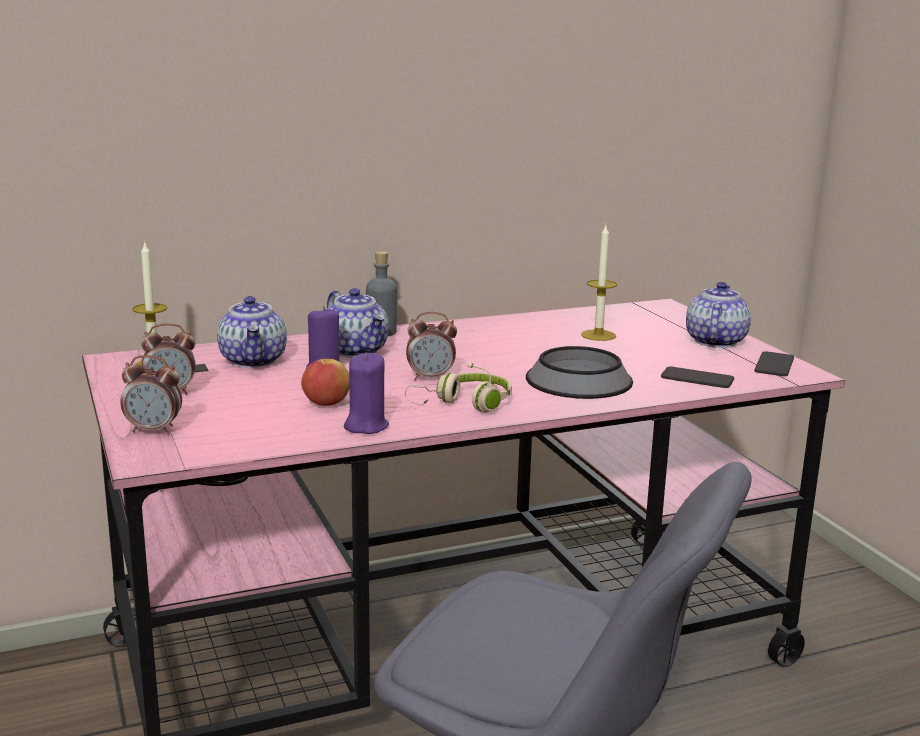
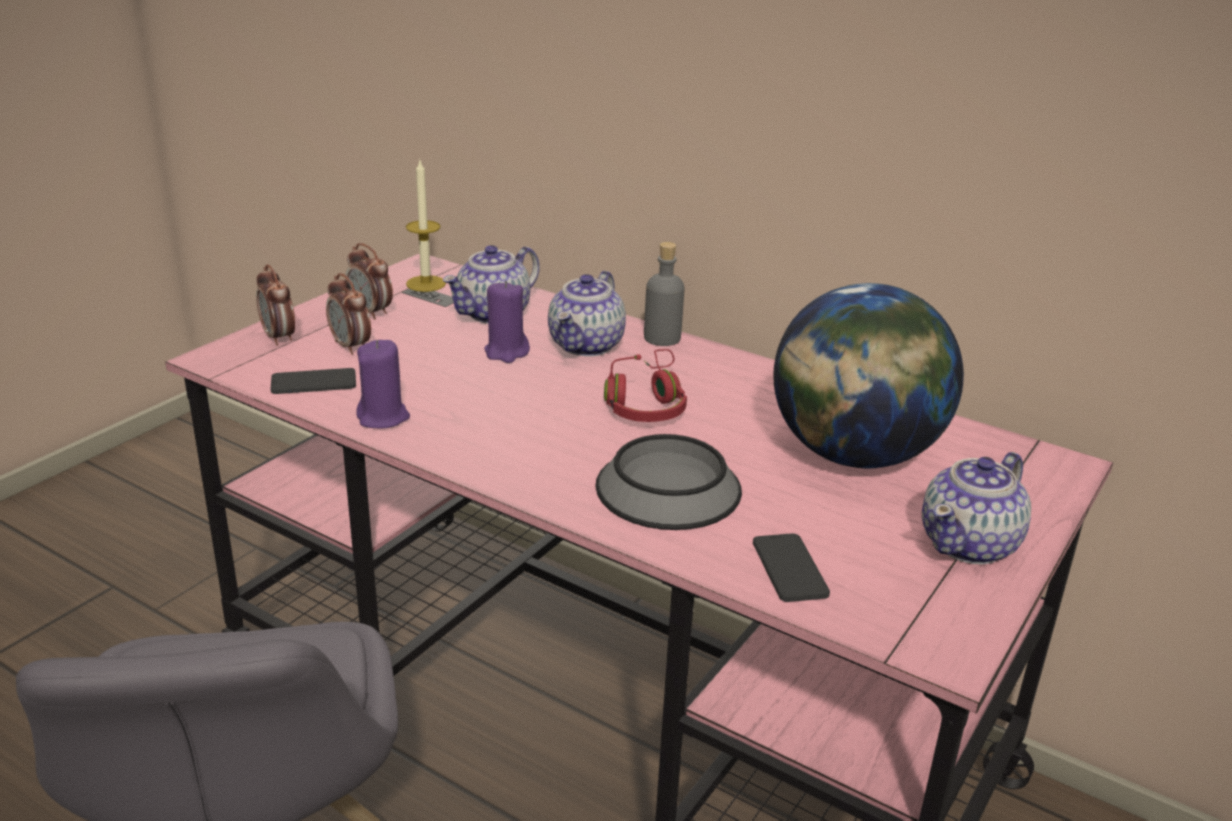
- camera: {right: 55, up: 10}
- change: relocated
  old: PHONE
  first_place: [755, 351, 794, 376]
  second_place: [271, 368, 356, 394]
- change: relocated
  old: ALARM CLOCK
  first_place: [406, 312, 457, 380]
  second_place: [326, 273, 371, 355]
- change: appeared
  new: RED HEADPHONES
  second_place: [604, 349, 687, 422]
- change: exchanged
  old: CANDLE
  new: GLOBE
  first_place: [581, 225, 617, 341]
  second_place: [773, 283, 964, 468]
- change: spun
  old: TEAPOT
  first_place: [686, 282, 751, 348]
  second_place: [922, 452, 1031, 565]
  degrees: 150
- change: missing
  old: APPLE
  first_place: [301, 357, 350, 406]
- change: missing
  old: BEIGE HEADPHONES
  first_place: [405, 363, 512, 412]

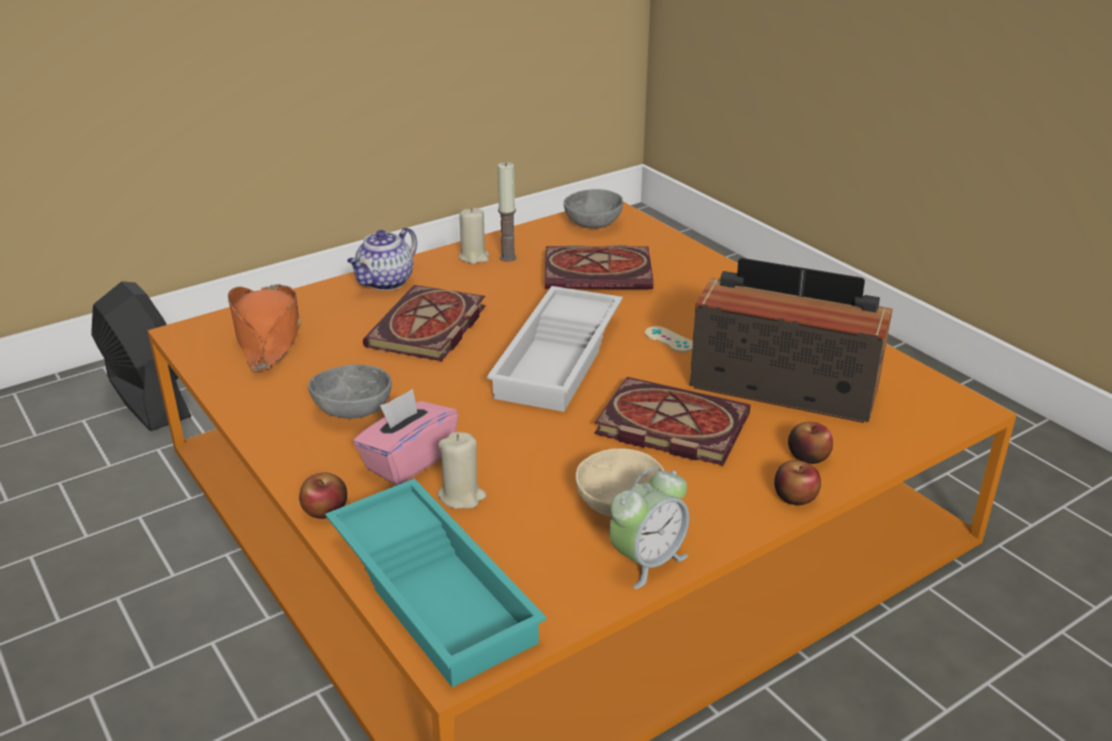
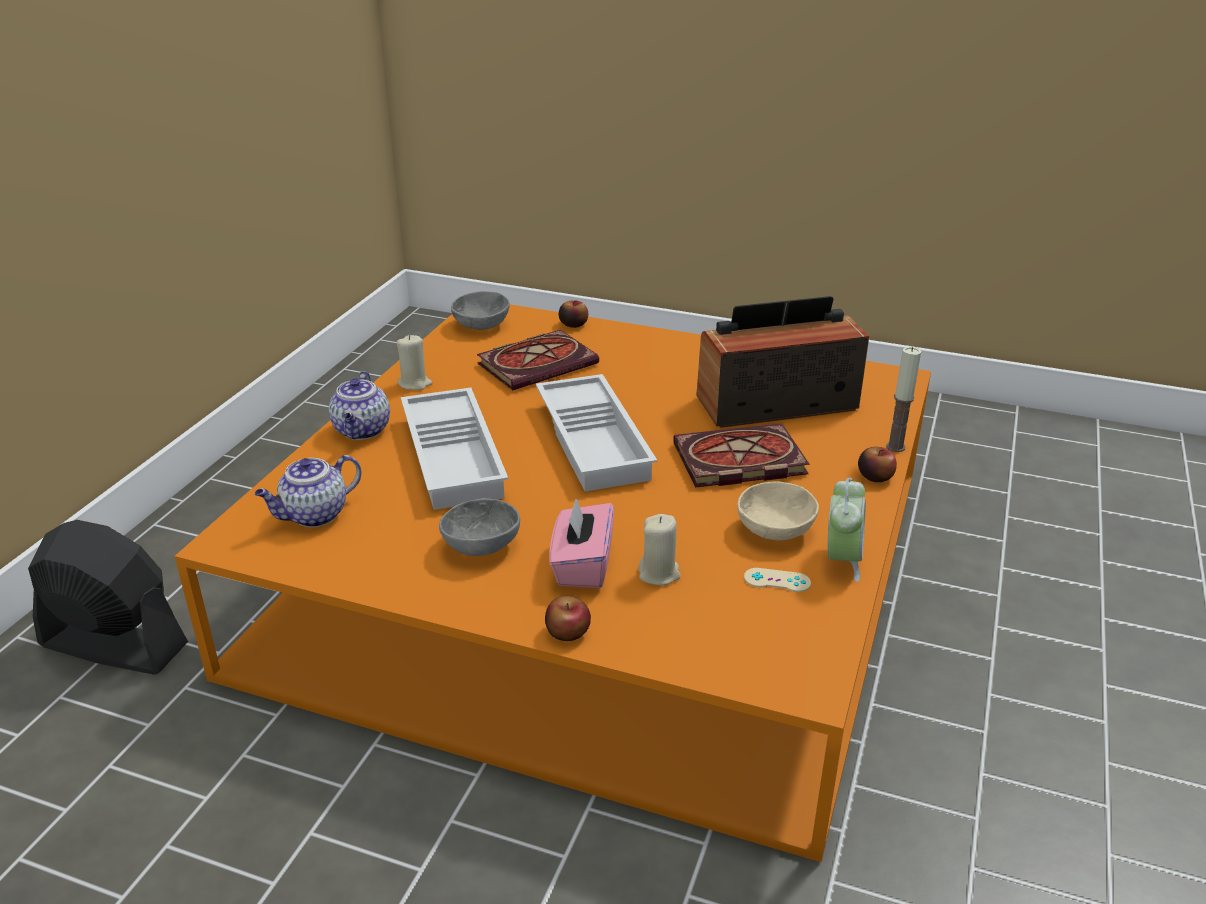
- camera: {right: -35, up: 0}
- change: exchanged
  old: ORANGE HAT
  new: TEAPOT
  first_place: [228, 284, 301, 371]
  second_place: [255, 455, 362, 527]
- change: exchanged
  old: BOOK
  new: WHITE TRAY
  first_place: [363, 285, 486, 361]
  second_place: [401, 388, 508, 510]
- change: relocated
  old: APPLE
  first_place: [788, 422, 833, 464]
  second_place: [559, 300, 588, 328]
- change: relocated
  old: BEIGE GAME CONTROLLER
  first_place: [645, 326, 693, 352]
  second_place: [744, 568, 811, 592]
- change: relocated
  old: CANDLE
  first_place: [498, 162, 517, 262]
  second_place: [886, 347, 921, 452]
- change: missing
  old: TURQUOISE TRAY
  first_place: [325, 478, 547, 687]

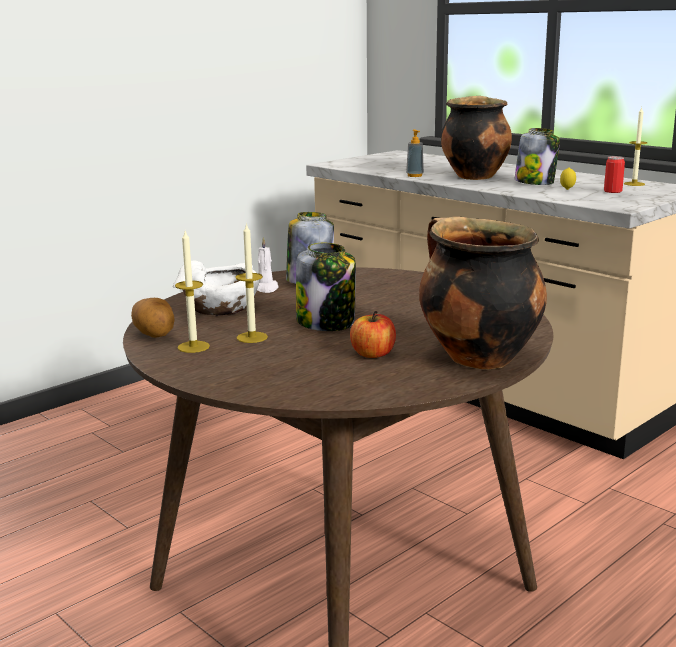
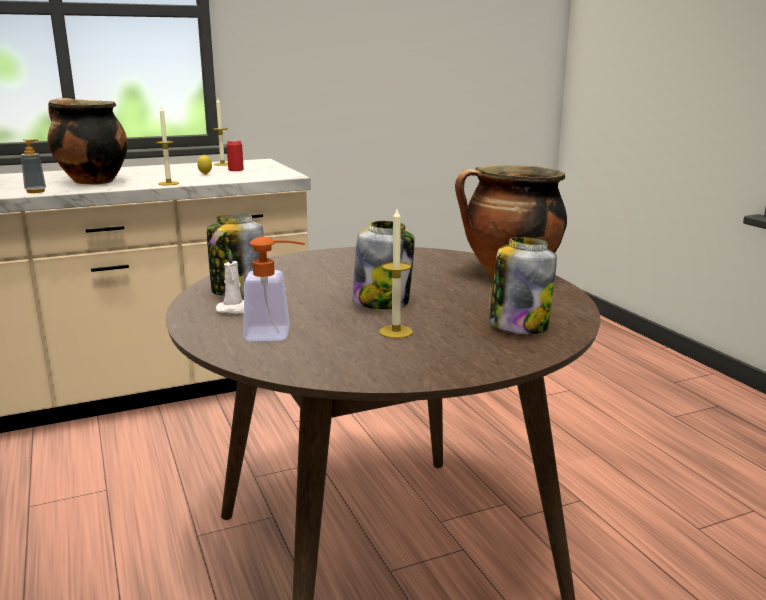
- camera: {right: -70, up: 0}
- change: relocated
  old: CANDLE
  first_place: [175, 231, 210, 353]
  second_place: [156, 106, 179, 185]
- change: exchanged
  old: WHITE BOWL
  new: SOAP DISPENSER
  first_place: [173, 260, 260, 316]
  second_place: [243, 237, 305, 341]
- change: relocated
  old: JAR
  first_place: [515, 128, 560, 185]
  second_place: [489, 237, 557, 334]
- change: missing
  old: POTATO
  first_place: [131, 298, 175, 338]
- change: missing
  old: APPLE
  first_place: [350, 311, 396, 358]

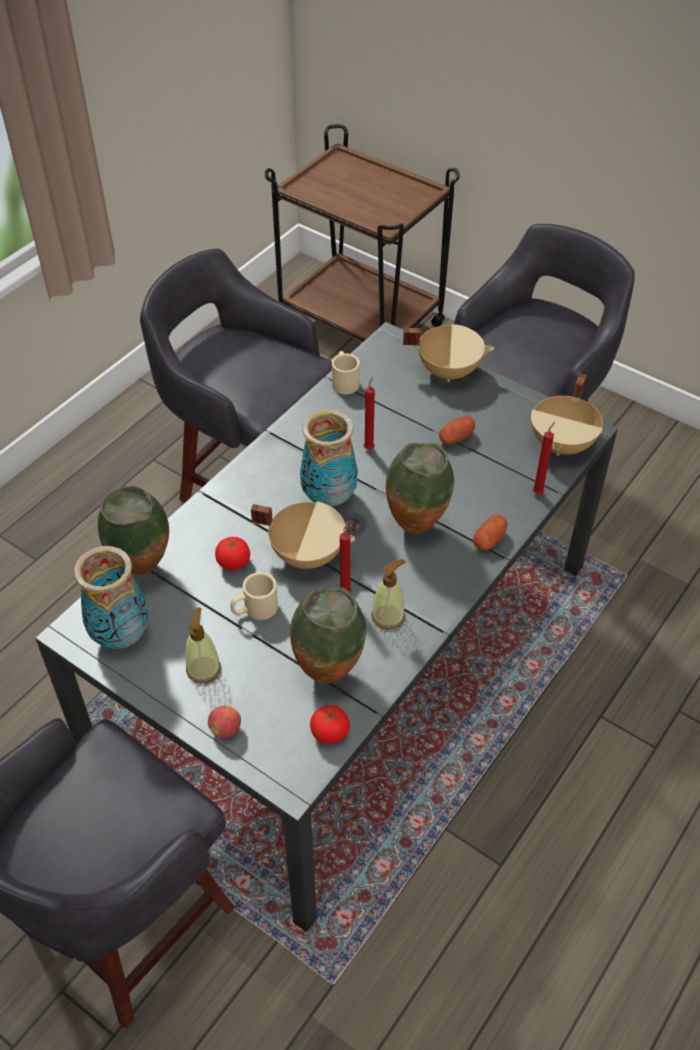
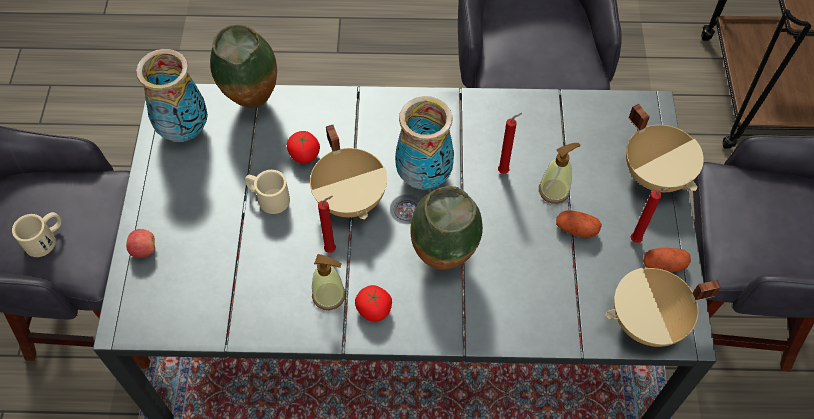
- camera: {right: 55, up: 10}
- change: relocated
  old: BEIGE MUG
  first_place: [332, 351, 360, 394]
  second_place: [12, 212, 62, 257]
- change: relocated
  old: TOMATO
  first_place: [310, 705, 350, 744]
  second_place: [355, 285, 392, 322]
- change: relocated
  old: SOAP DISPENSER
  first_place: [185, 607, 221, 683]
  second_place: [539, 143, 581, 204]
- change: relocated
  old: RED CANDLE
  first_place: [533, 422, 555, 494]
  second_place: [631, 188, 670, 243]
- change: relocated
  old: POTATO
  first_place: [473, 514, 507, 550]
  second_place: [643, 248, 691, 272]
- change: missing
  old: VASE
  first_place: [290, 587, 366, 683]

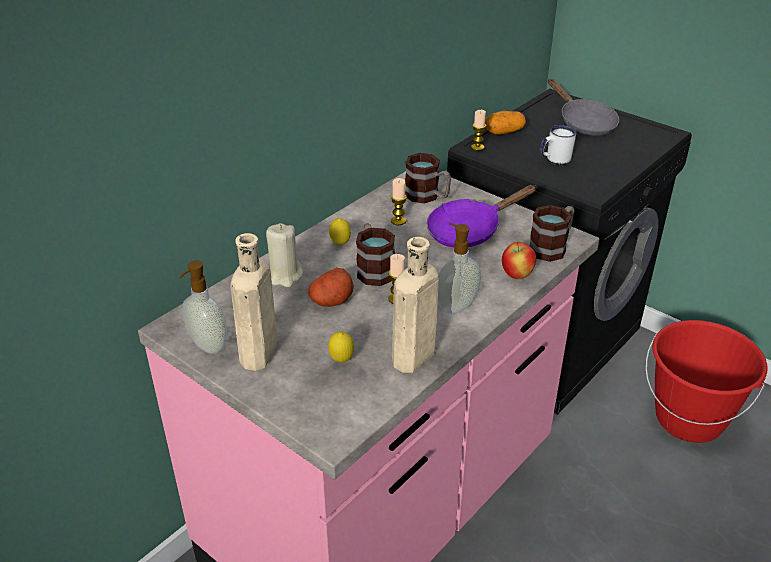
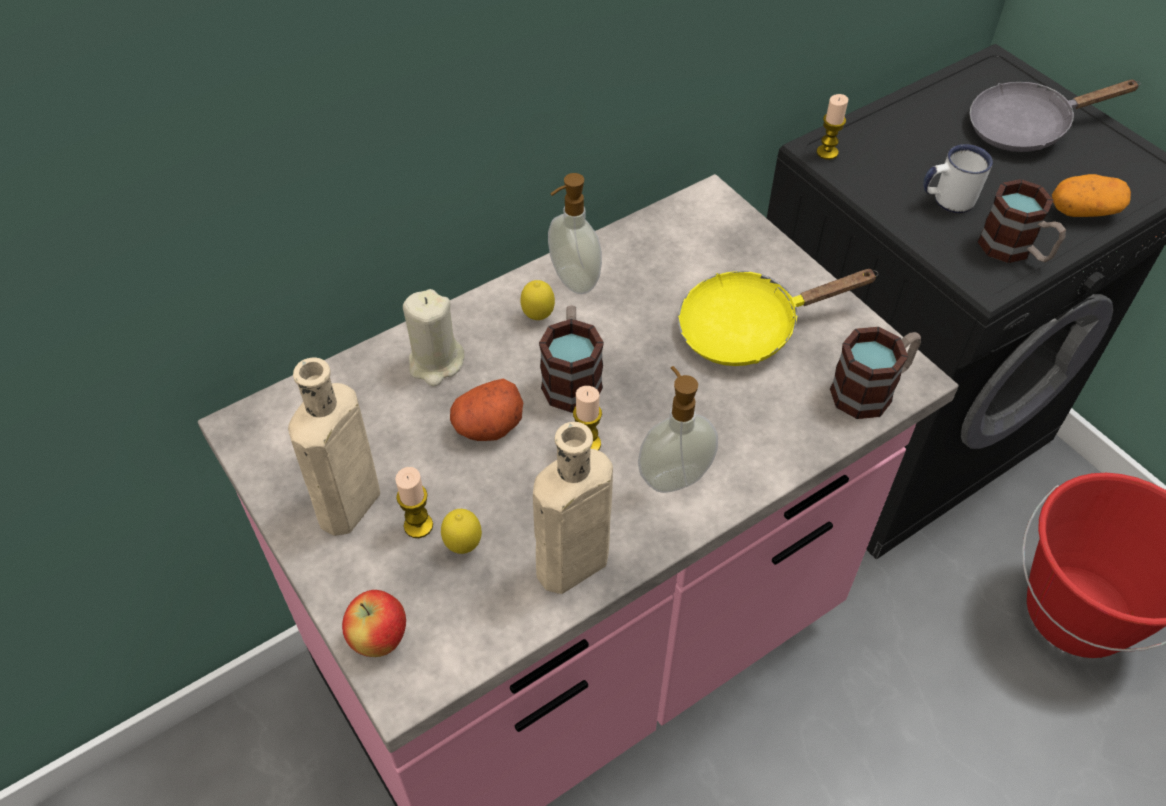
- camera: {right: 15, up: 15}
- change: relocated
  old: APPLE
  first_place: [502, 242, 536, 279]
  second_place: [342, 590, 406, 657]
- change: relocated
  old: CANDLE
  first_place: [391, 178, 407, 225]
  second_place: [395, 467, 433, 538]
- change: relocated
  old: SOAP DISPENSER
  first_place: [179, 260, 227, 354]
  second_place: [548, 173, 602, 294]
- change: colour
  old: PURPLE FRYING PAN
  new: YELLOW FRYING PAN
  first_place: [427, 185, 537, 247]
  second_place: [678, 269, 878, 366]
- change: spun
  old: GREY FRYING PAN
  first_place: [548, 79, 619, 136]
  second_place: [969, 80, 1140, 152]
  degrees: 90
- change: relocated
  old: MUG
  first_place: [405, 153, 451, 204]
  second_place: [977, 179, 1066, 263]
- change: relocated
  old: POTATO
  first_place: [485, 111, 526, 135]
  second_place: [1052, 174, 1131, 217]

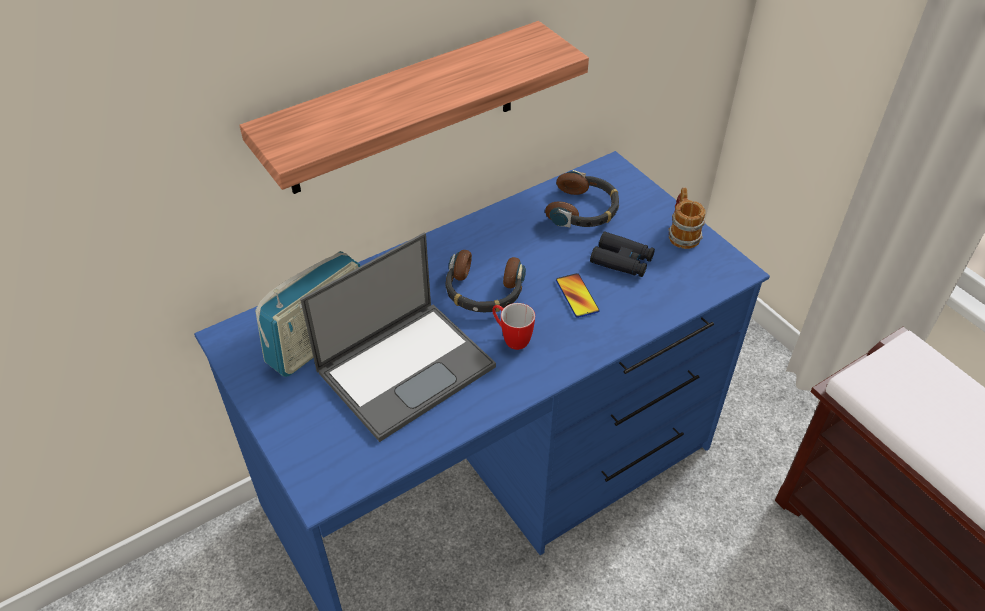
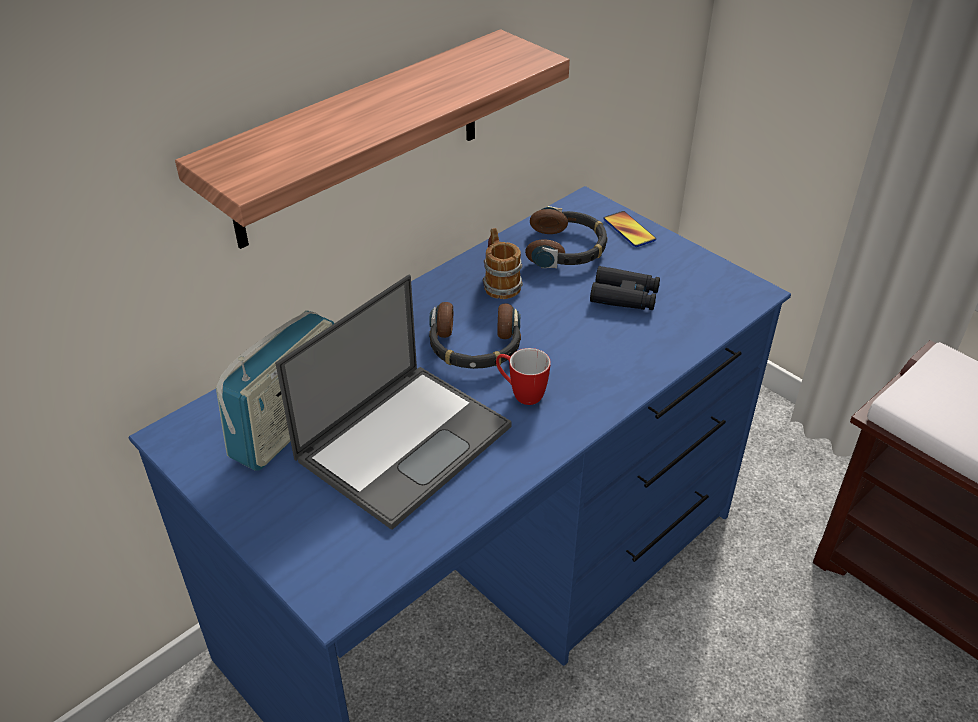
- camera: {right: -10, up: -5}
- change: relocated
  old: MUG
  first_place: [668, 188, 706, 249]
  second_place: [483, 228, 523, 299]
- change: relocated
  old: PHONE
  first_place: [556, 273, 600, 318]
  second_place: [603, 211, 656, 247]

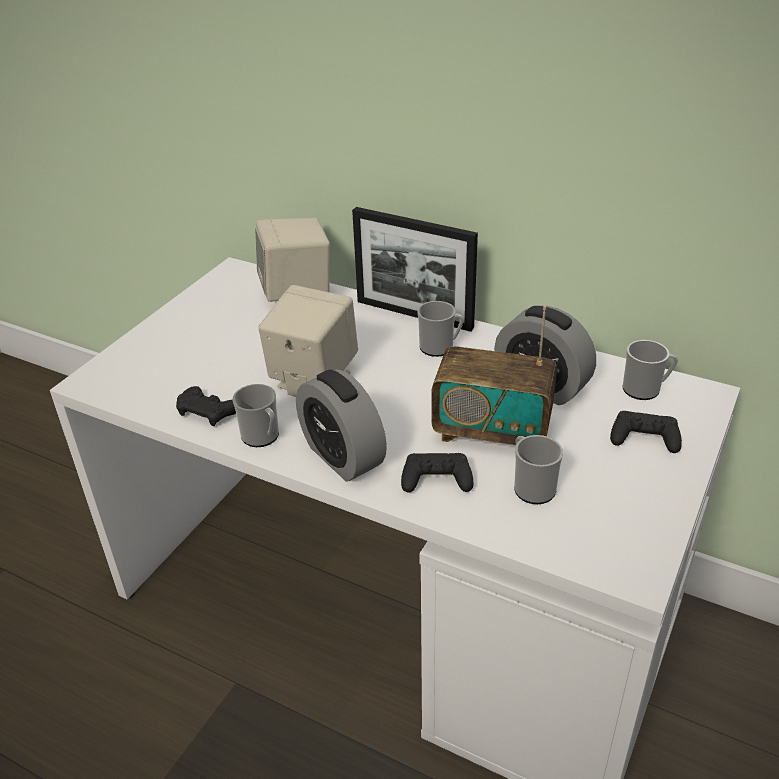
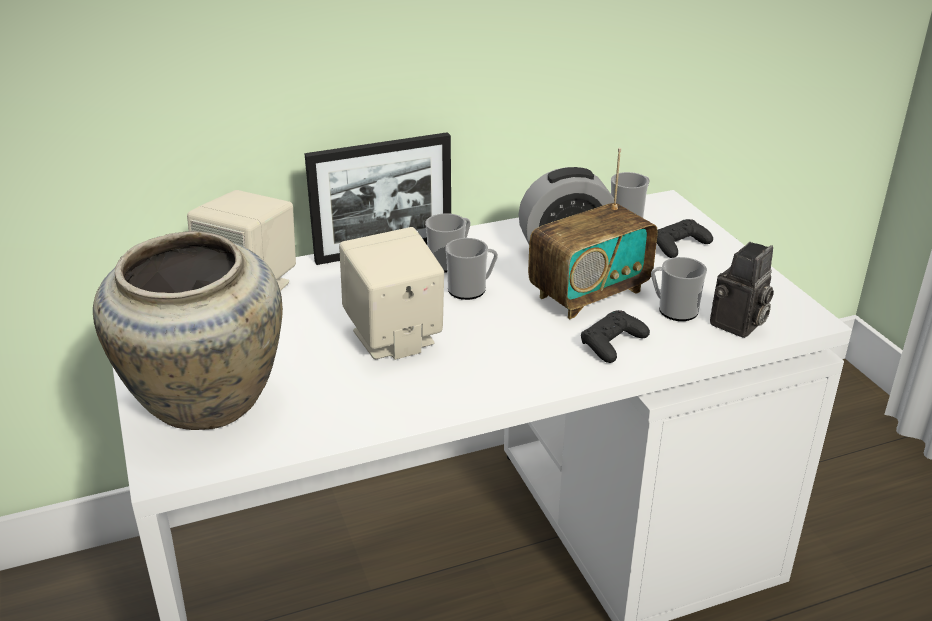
- camera: {right: -50, up: -5}
- change: appeared
  new: BEIGE VASE
  second_place: [93, 231, 283, 430]
- change: relocated
  old: MUG
  first_place: [233, 384, 279, 447]
  second_place: [445, 238, 498, 300]
- change: appeared
  new: PHOTO CAMERA
  second_place: [710, 242, 774, 338]
- change: missing
  old: BLACK GAME CONTROLLER
  first_place: [176, 386, 236, 427]
- change: missing
  old: ALARM CLOCK
  first_place: [296, 369, 387, 481]

